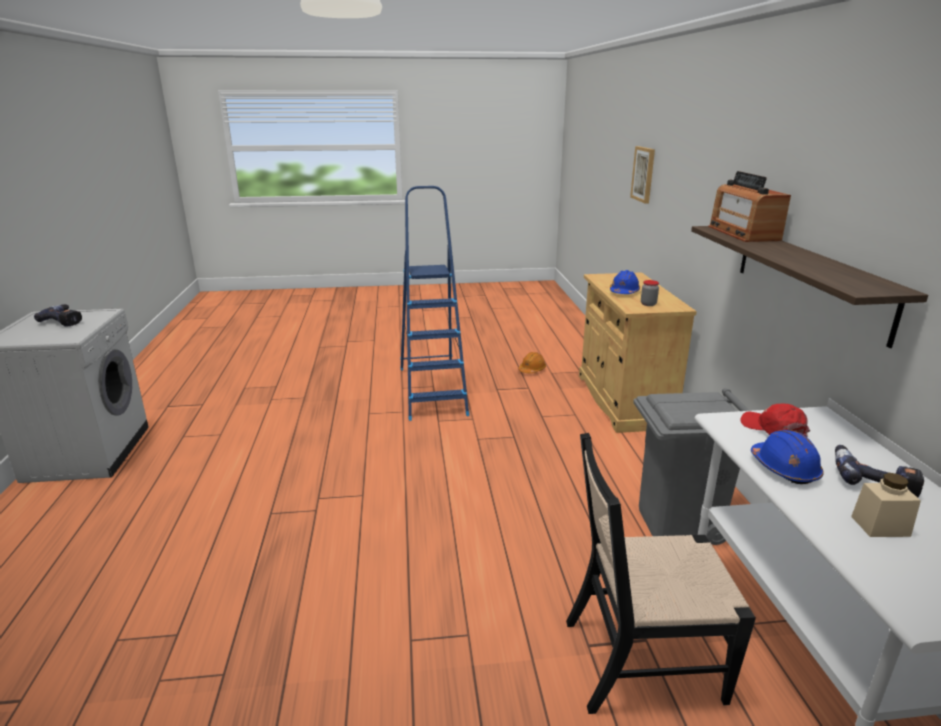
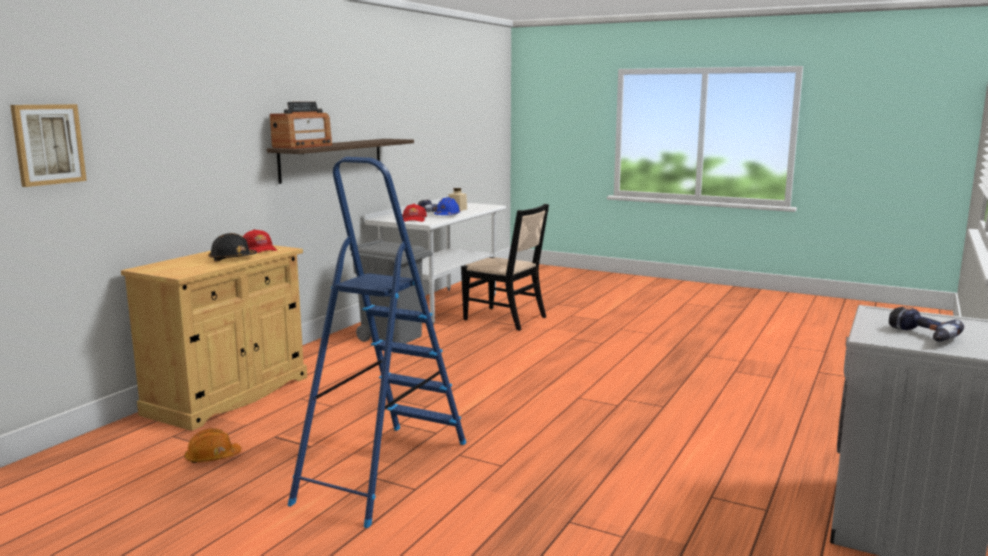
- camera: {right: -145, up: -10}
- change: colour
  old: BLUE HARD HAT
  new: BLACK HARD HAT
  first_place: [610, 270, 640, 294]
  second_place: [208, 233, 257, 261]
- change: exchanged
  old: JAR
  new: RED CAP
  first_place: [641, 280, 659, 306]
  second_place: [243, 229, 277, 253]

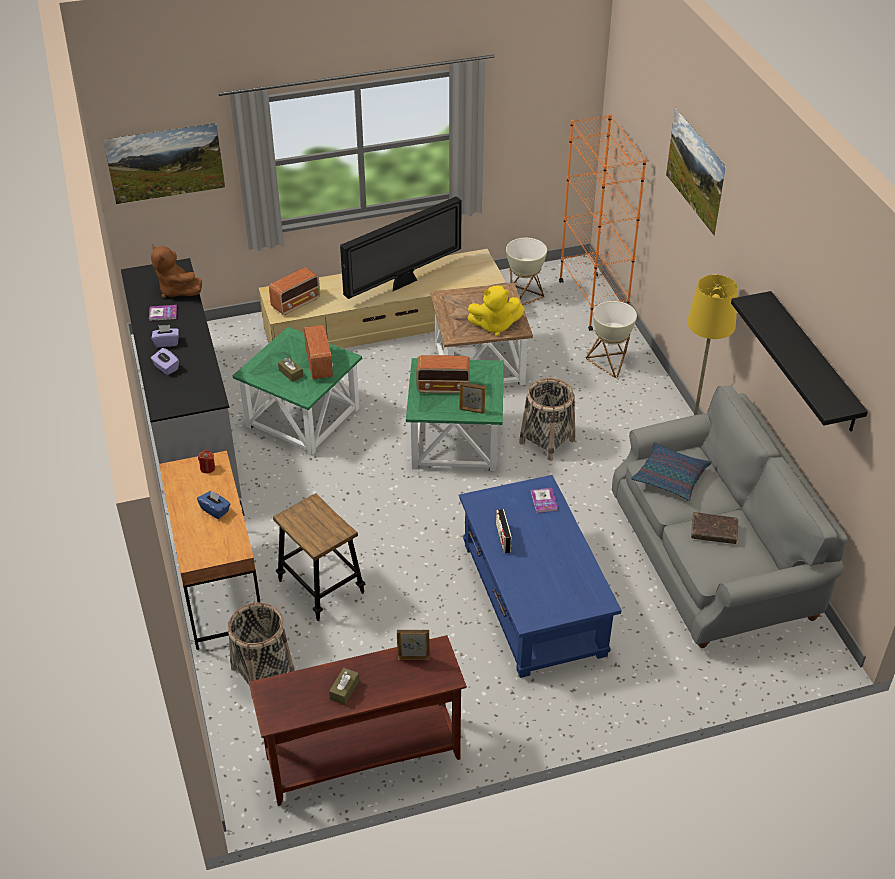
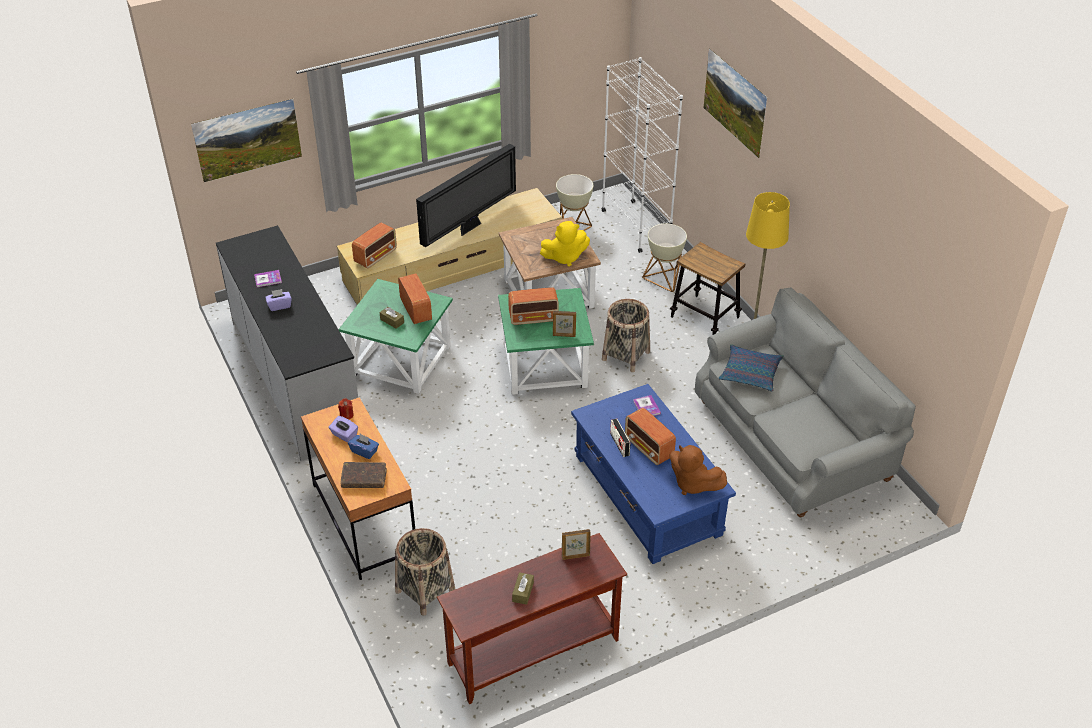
- camera: {right: -10, up: 0}
- change: relocated
  old: PURPLE TISSUE BOX
  first_place: [151, 348, 179, 375]
  second_place: [329, 416, 358, 442]
- change: relocated
  old: BROWN BOOK
  first_place: [691, 512, 738, 544]
  second_place: [340, 462, 387, 488]
- change: colour
  old: ORANGE BOOKCASE
  new: WHITE BOOKCASE
  first_place: [559, 114, 647, 331]
  second_place: [601, 57, 683, 253]
- change: appeared
  new: RADIO
  second_place: [625, 408, 676, 465]
- change: relocated
  old: BROWN PLUSH TOY
  first_place: [151, 245, 202, 298]
  second_place: [669, 445, 727, 495]
- change: relocated
  old: STOOL
  first_place: [273, 493, 365, 621]
  second_place: [670, 242, 745, 335]
- change: missing
  old: BLACK SHELF
  first_place: [731, 291, 868, 431]

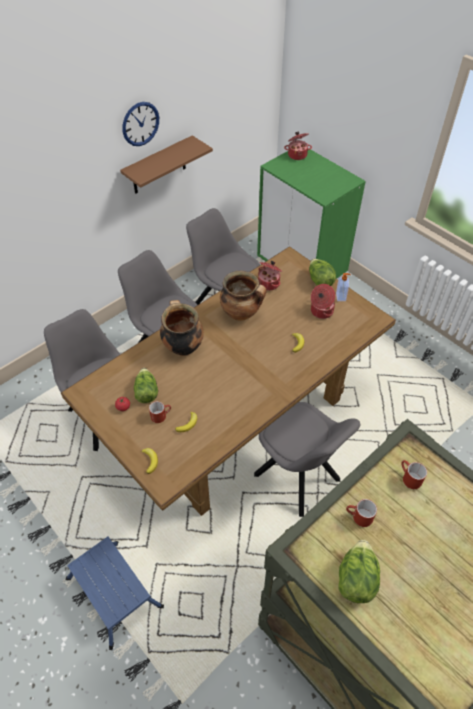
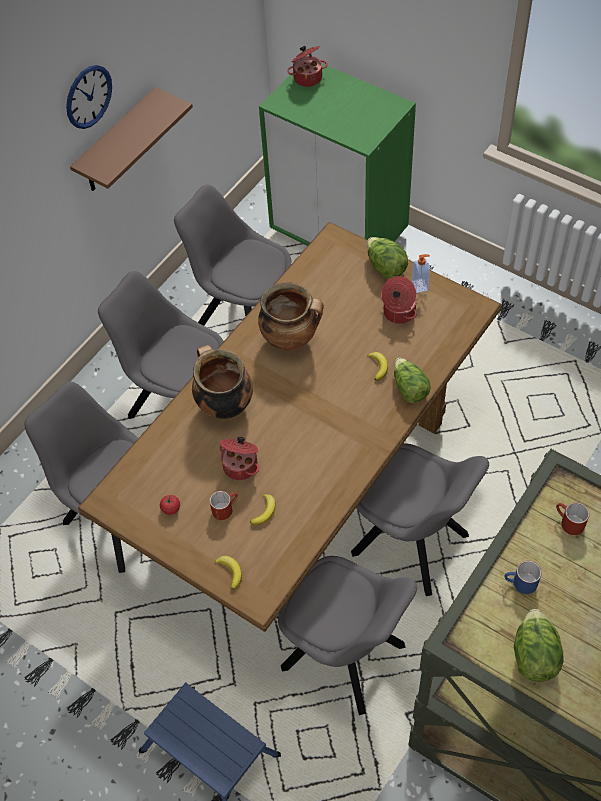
- camera: {right: -10, up: 5}
- change: relocated
  old: COOKING POT
  first_place: [258, 261, 283, 291]
  second_place: [220, 436, 259, 480]
- change: appeared
  new: GREY CHAIR
  second_place: [278, 556, 417, 715]
- change: relocated
  old: LETTUCE
  first_place: [134, 368, 158, 403]
  second_place: [394, 358, 430, 403]
- change: colour
  old: RED MUG
  new: BLUE MUG
  first_place: [346, 499, 377, 527]
  second_place: [504, 561, 541, 594]

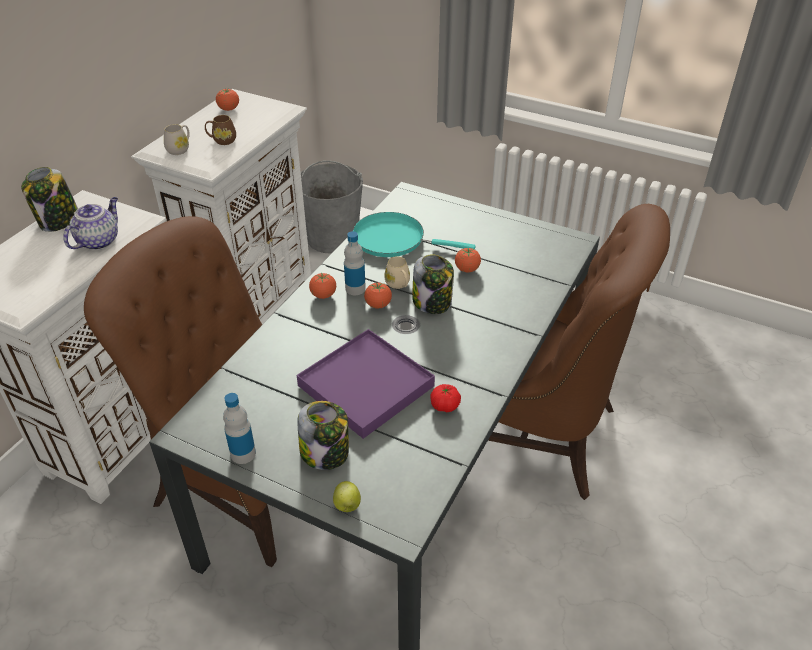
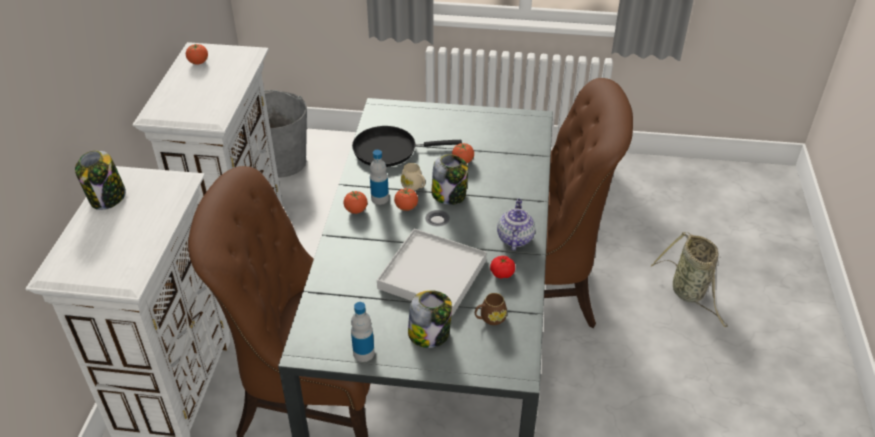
- camera: {right: -20, up: 0}
- change: colour
  old: TURQUOISE FRYING PAN
  new: BLACK FRYING PAN
  first_place: [353, 212, 475, 257]
  second_place: [352, 126, 462, 167]
- change: colour
  old: PURPLE TRAY
  new: WHITE TRAY
  first_place: [297, 329, 435, 439]
  second_place: [377, 229, 487, 315]
- change: relocated
  old: BROWN MUG
  first_place: [205, 115, 236, 145]
  second_place: [475, 293, 507, 325]
- change: relocated
  old: TEAPOT
  first_place: [63, 197, 118, 250]
  second_place: [497, 199, 535, 250]
- change: appeared
  new: BASKET
  second_place: [651, 232, 728, 327]
- change: missing
  old: WHITE MUG
  first_place: [164, 124, 190, 155]
- change: missing
  old: APPLE
  first_place: [333, 481, 361, 512]

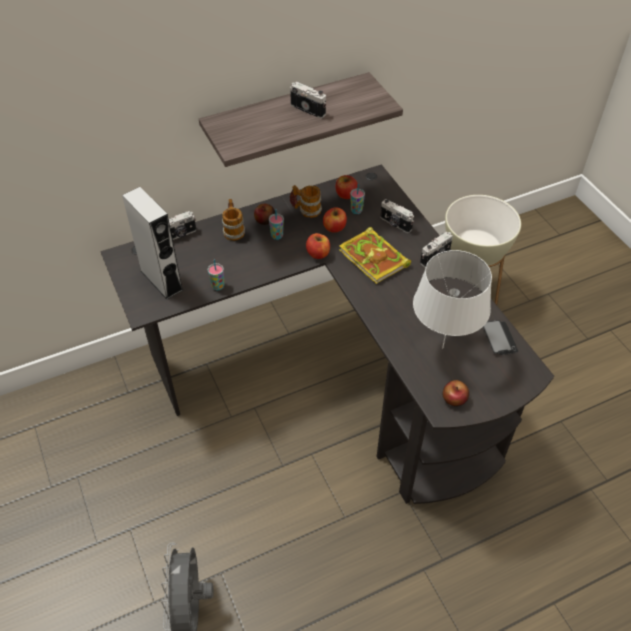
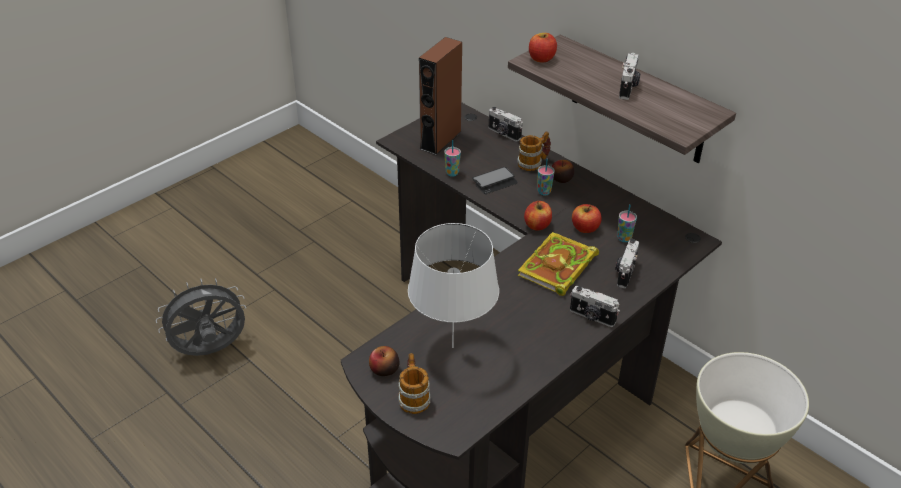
- camera: {right: 70, up: -10}
- change: relocated
  old: MUG
  first_place: [290, 185, 322, 218]
  second_place: [398, 353, 431, 414]
- change: colour
  old: GREY SPEAKER
  new: BROWN SPEAKER
  first_place: [122, 187, 183, 299]
  second_place: [419, 37, 462, 155]
- change: relocated
  old: PHONE
  first_place: [483, 320, 518, 355]
  second_place: [472, 167, 518, 194]
- change: relocated
  old: APPLE
  first_place: [336, 175, 358, 199]
  second_place: [529, 33, 557, 63]

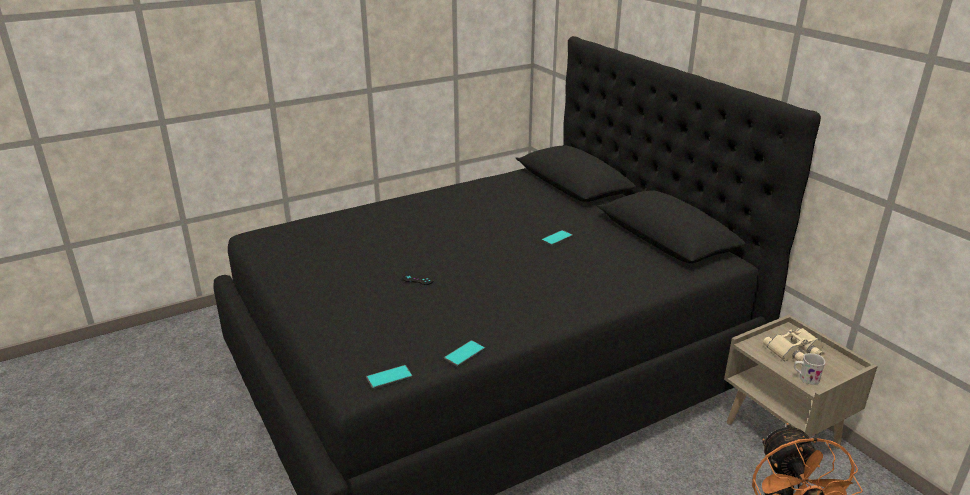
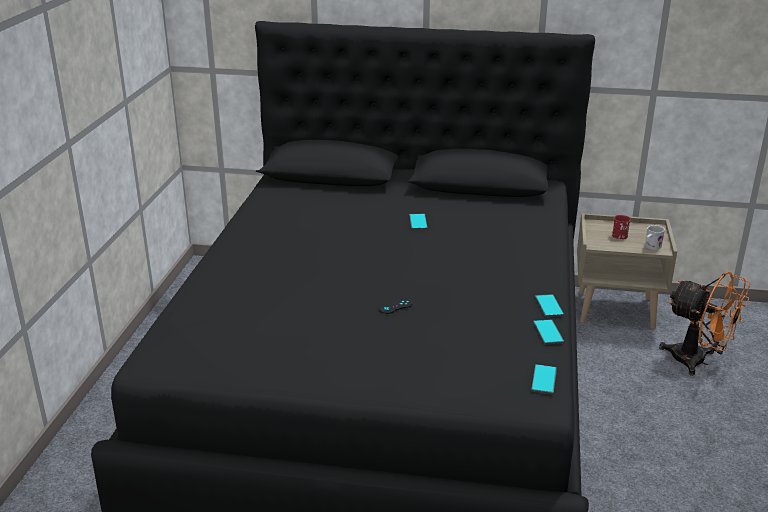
- camera: {right: -50, up: 0}
- change: appeared
  new: PHONE
  second_place: [535, 294, 564, 317]
- change: exchanged
  old: BEIGE BINOCULARS
  new: RED MUG
  first_place: [763, 328, 825, 365]
  second_place: [612, 215, 631, 239]

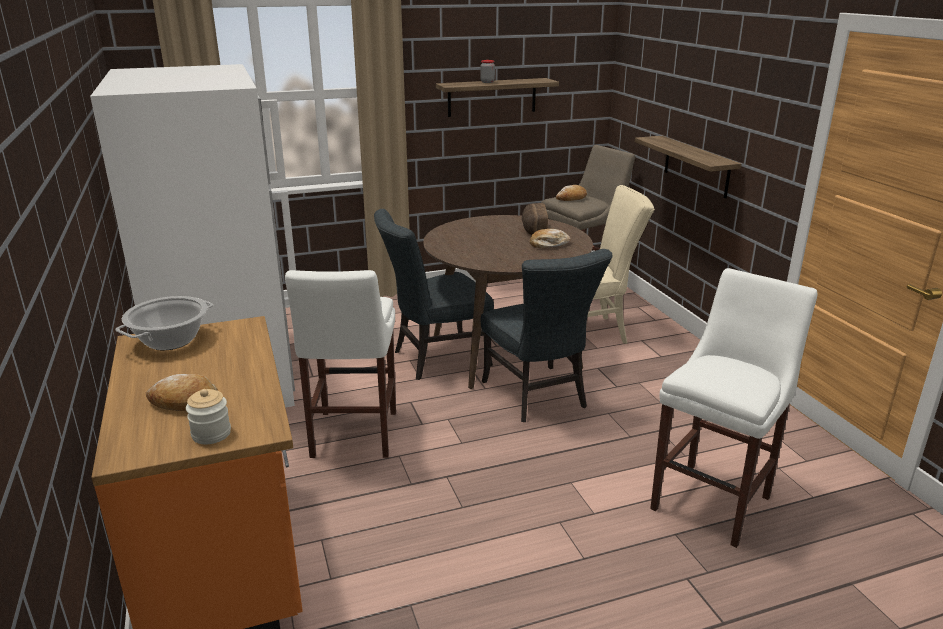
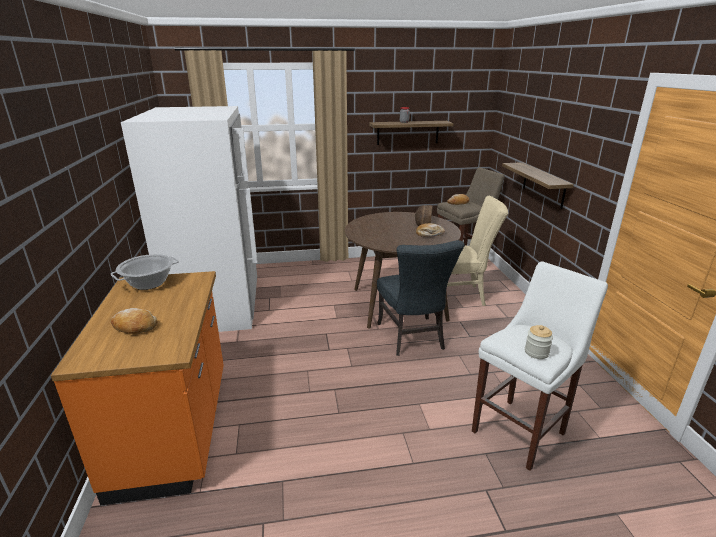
- camera: {right: 10, up: 0}
- change: relocated
  old: JAR
  first_place: [186, 389, 231, 444]
  second_place: [525, 325, 553, 359]
- change: missing
  old: WHITE STOOL
  first_place: [285, 270, 396, 458]
- change: missing
  old: GREY CHAIR
  first_place: [374, 209, 494, 380]

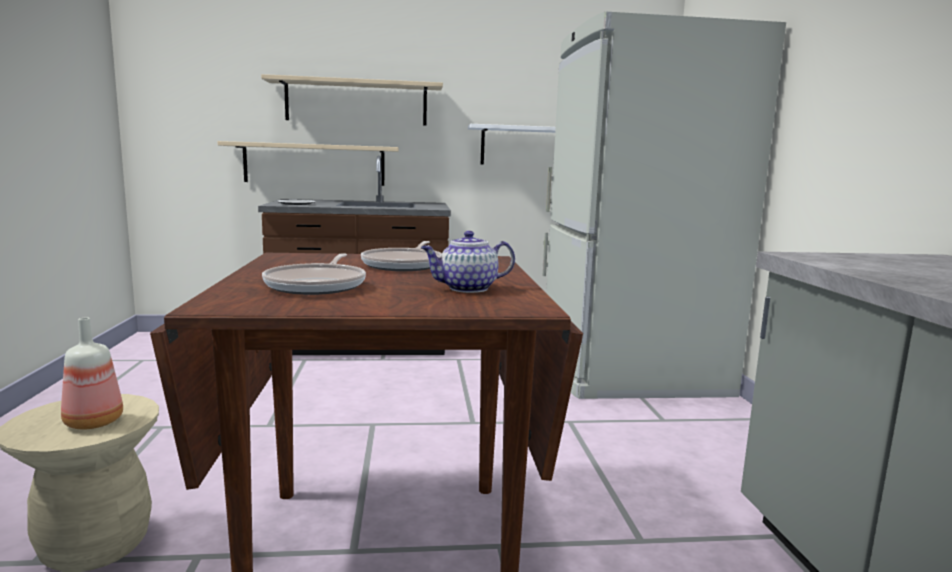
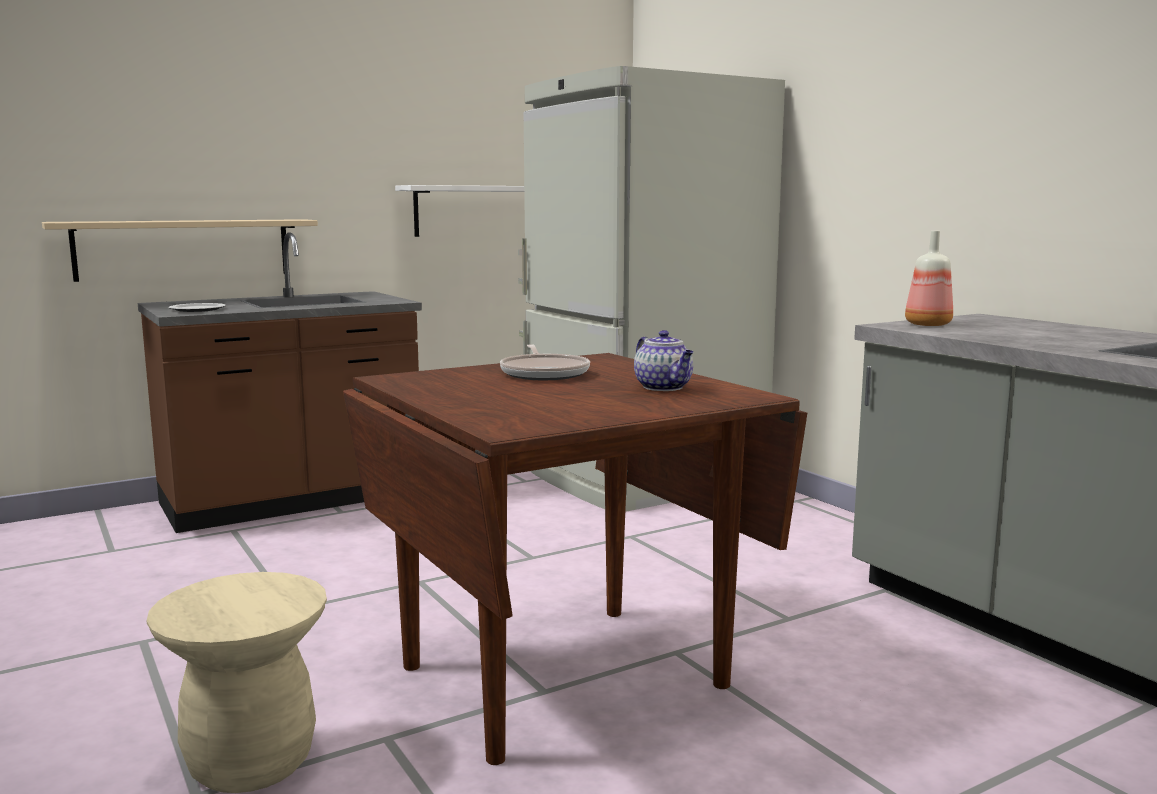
- camera: {right: -25, up: 0}
- change: spun
  old: TEAPOT
  first_place: [421, 231, 515, 293]
  second_place: [634, 330, 693, 391]
  degrees: -75
- change: relocated
  old: BOTTLE
  first_place: [61, 317, 123, 429]
  second_place: [905, 231, 953, 326]
- change: missing
  old: BEIGE SHELF
  first_place: [261, 74, 443, 126]
- change: missing
  old: FRYING PAN
  first_place: [262, 253, 366, 295]

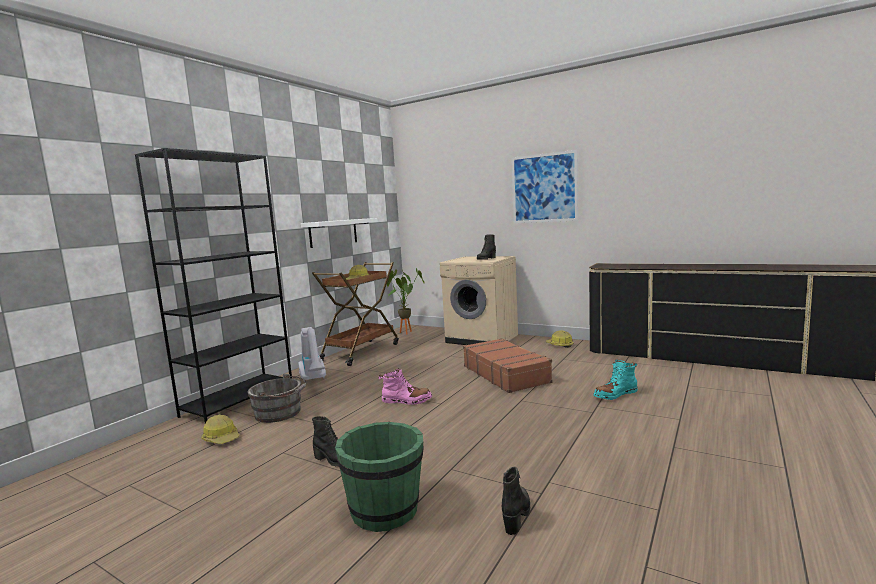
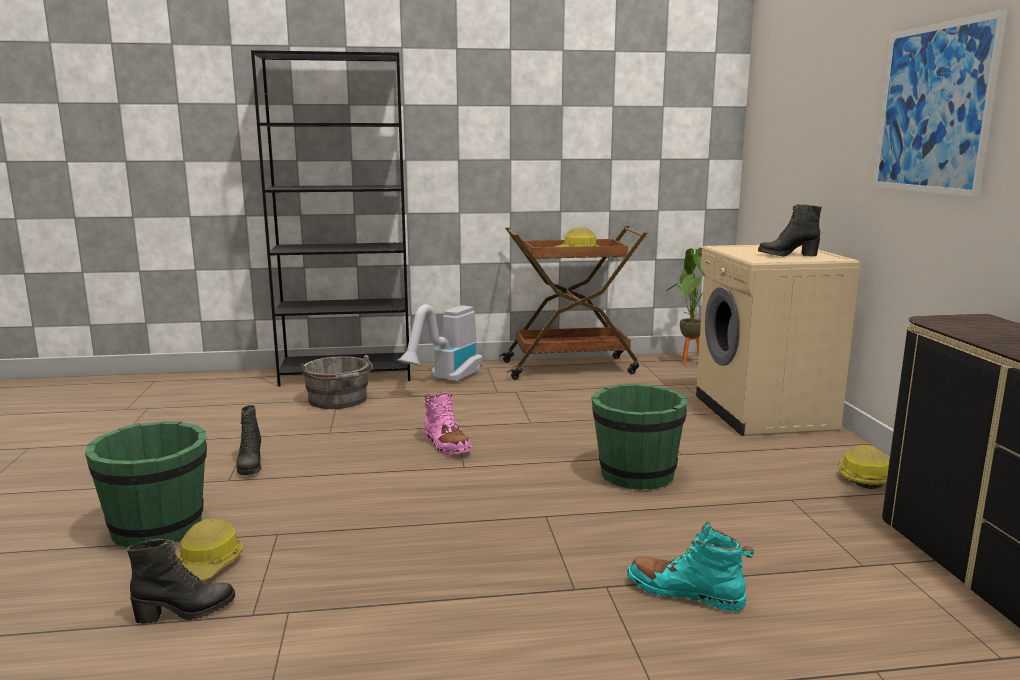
- camera: {right: 50, up: 5}
- change: relocated
  old: HARD HAT
  first_place: [201, 415, 240, 444]
  second_place: [177, 518, 243, 580]
- change: exchanged
  old: BROWN SUITCASE
  new: GREEN BUCKET
  first_place: [463, 338, 552, 393]
  second_place: [591, 384, 688, 490]
- change: missing
  old: WHITE SHELF
  first_place: [301, 218, 377, 248]

